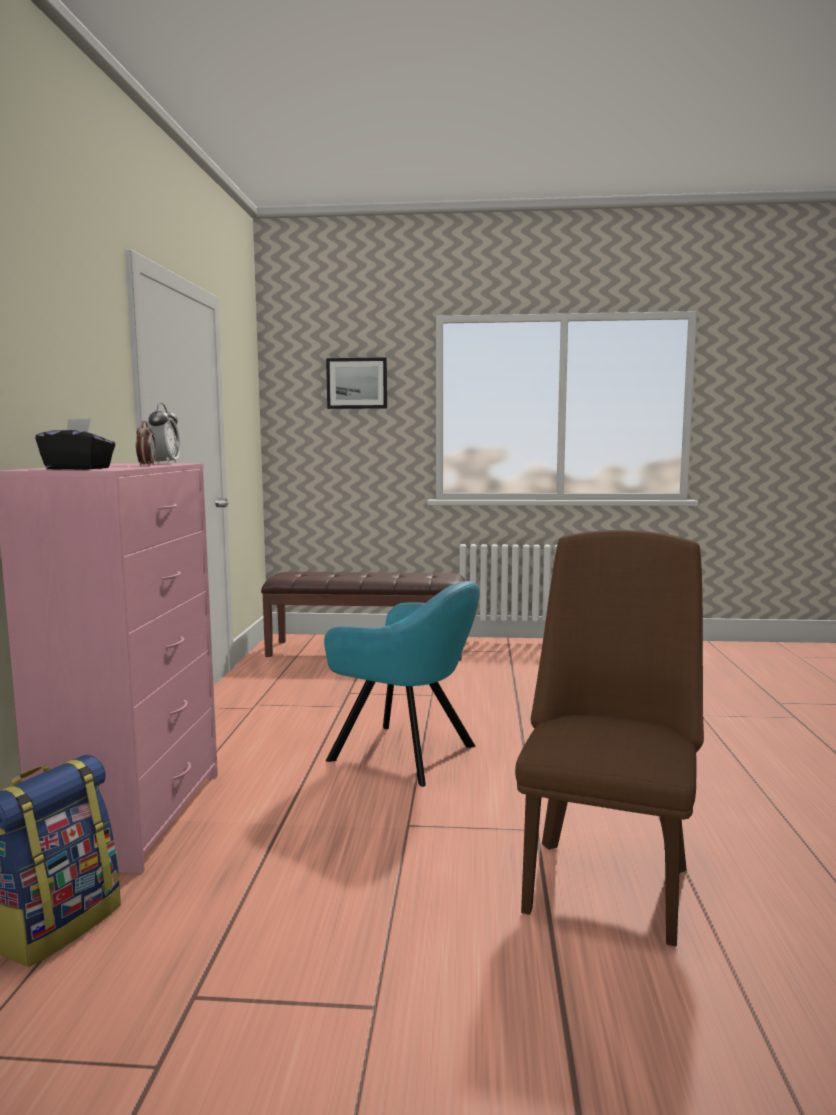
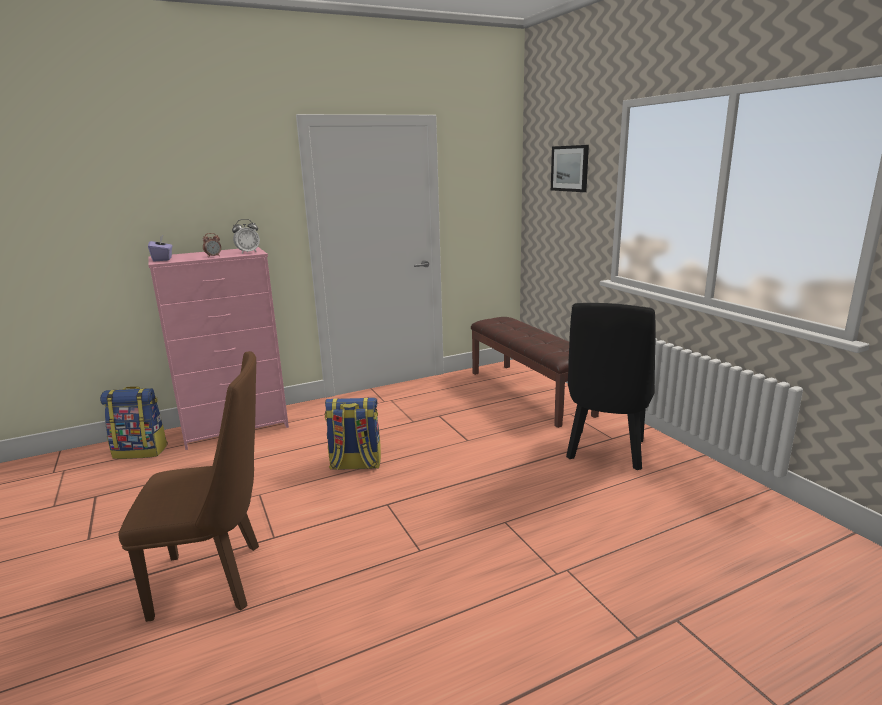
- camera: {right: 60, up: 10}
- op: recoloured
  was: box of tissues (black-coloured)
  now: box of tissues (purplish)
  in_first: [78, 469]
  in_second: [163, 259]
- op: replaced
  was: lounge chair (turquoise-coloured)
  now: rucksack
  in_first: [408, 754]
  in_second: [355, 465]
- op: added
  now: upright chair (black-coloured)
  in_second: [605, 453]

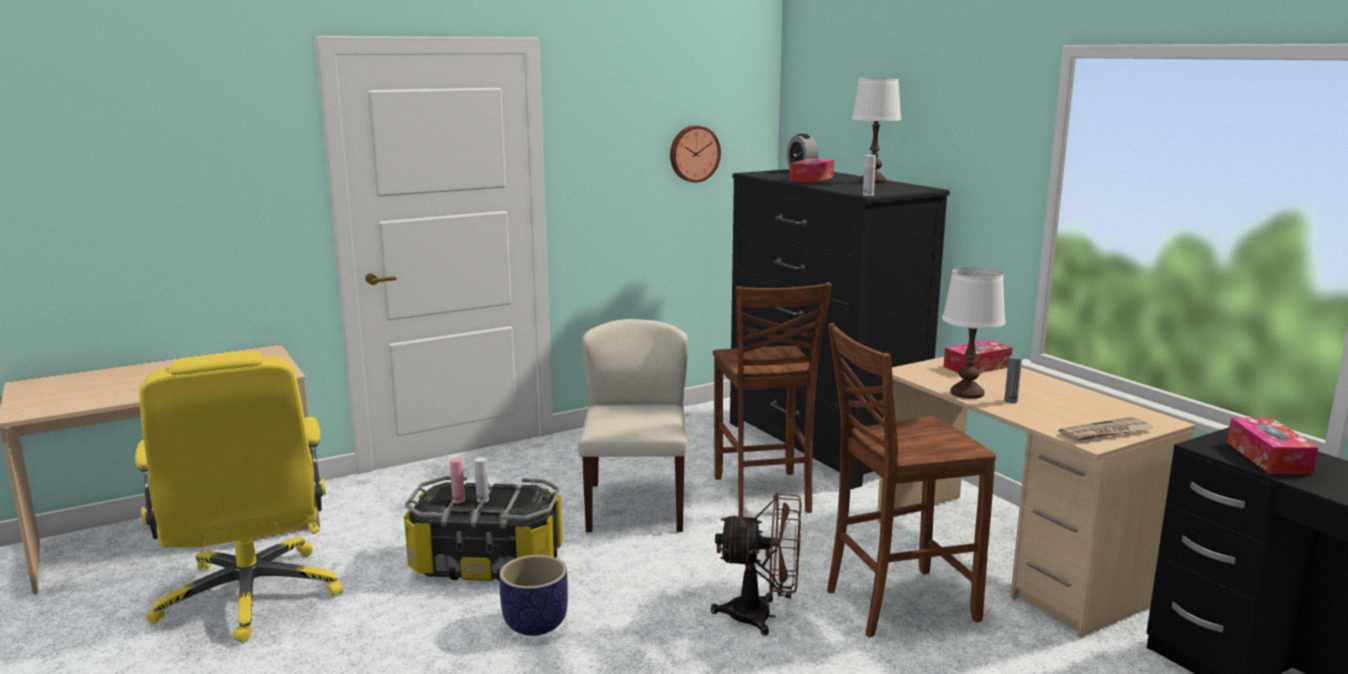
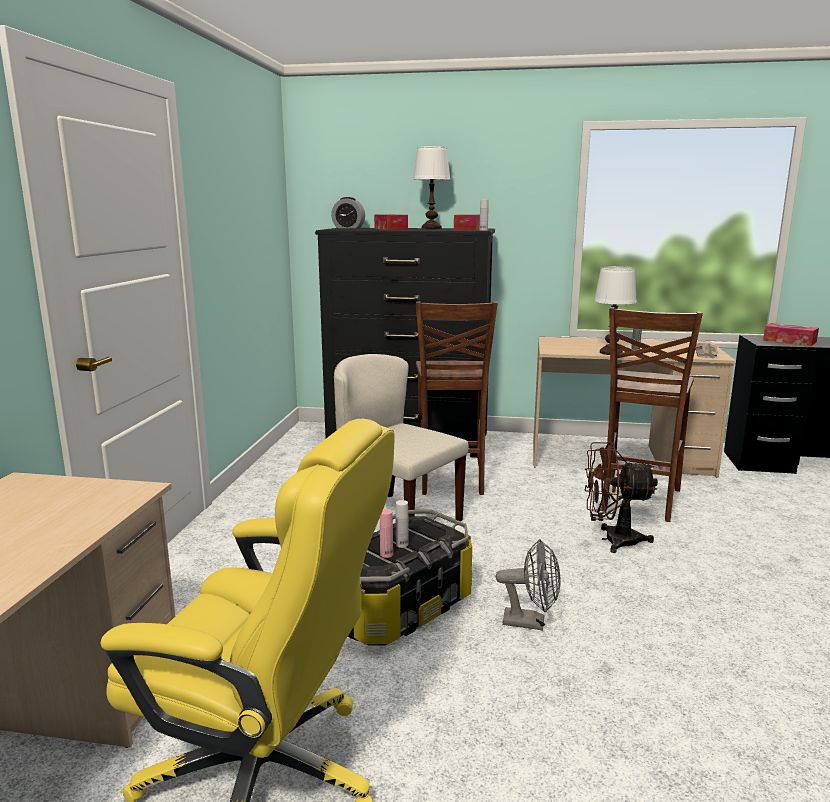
- camera: {right: -50, up: 0}
- op: replaced
  was: flower pot
  now: cooling fan (greyish)
  in_first: [535, 623]
  in_second: [531, 622]
- op: removed
  was: clock on the wall
  in_first: [693, 153]
- op: turned
  was: cooling fan (brownish)
  in_first: [762, 616]
  in_second: [612, 540]
  clockwise: -135
- op: turned
  was: upright chair (brownish)
  in_first: [763, 496]
  in_second: [451, 480]
  clockwise: 60
- op: moved
  was: box of tissues
  in_first: [977, 367]
  in_second: [467, 229]

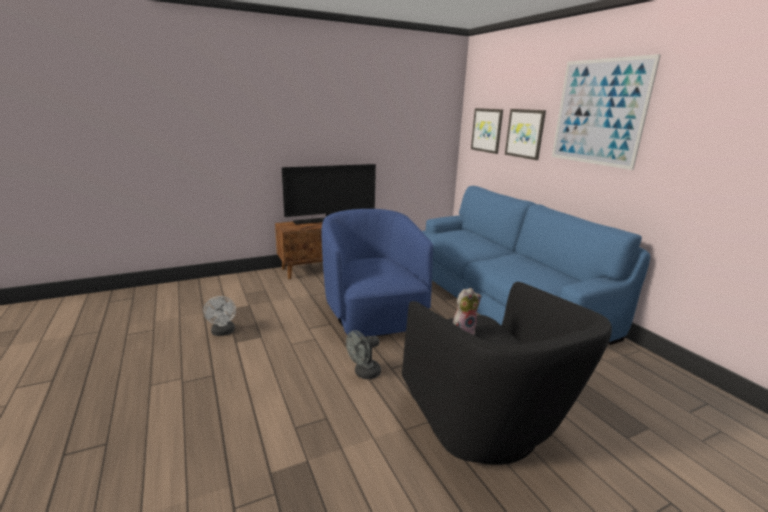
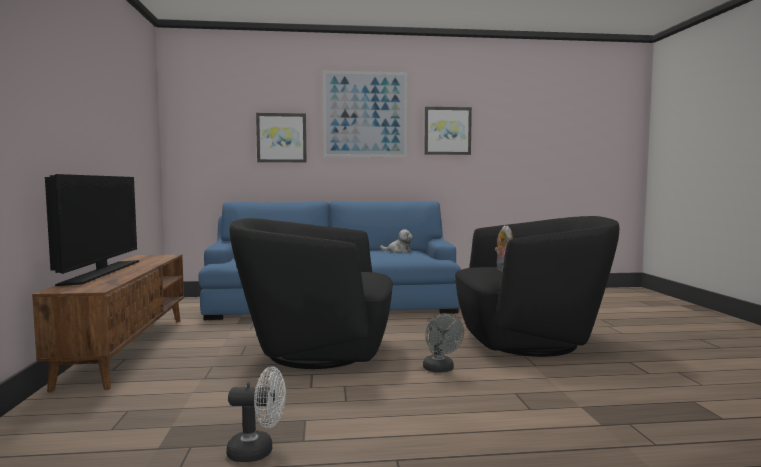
- camera: {right: -70, up: -15}
- op: recoloured
  was: lounge chair (blue-coloured)
  now: lounge chair (black-coloured)
  in_first: [373, 316]
  in_second: [316, 352]
- op: moved
  was: wall art
  in_first: [487, 130]
  in_second: [447, 131]
- op: added
  now: cuddly toy
  in_second: [398, 251]

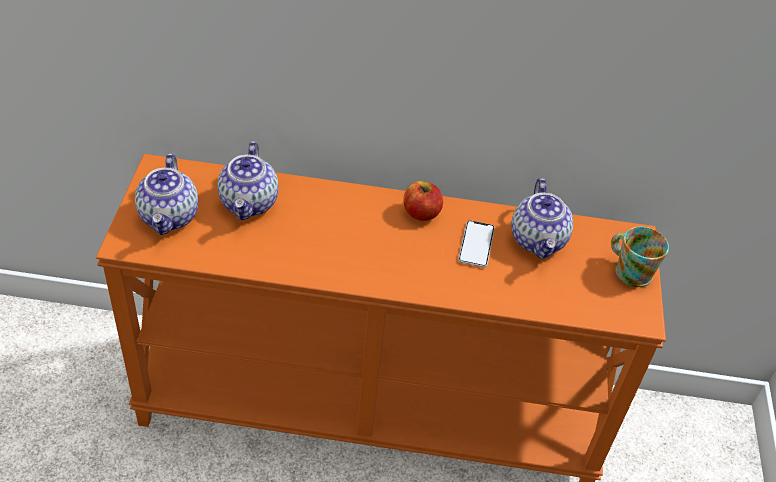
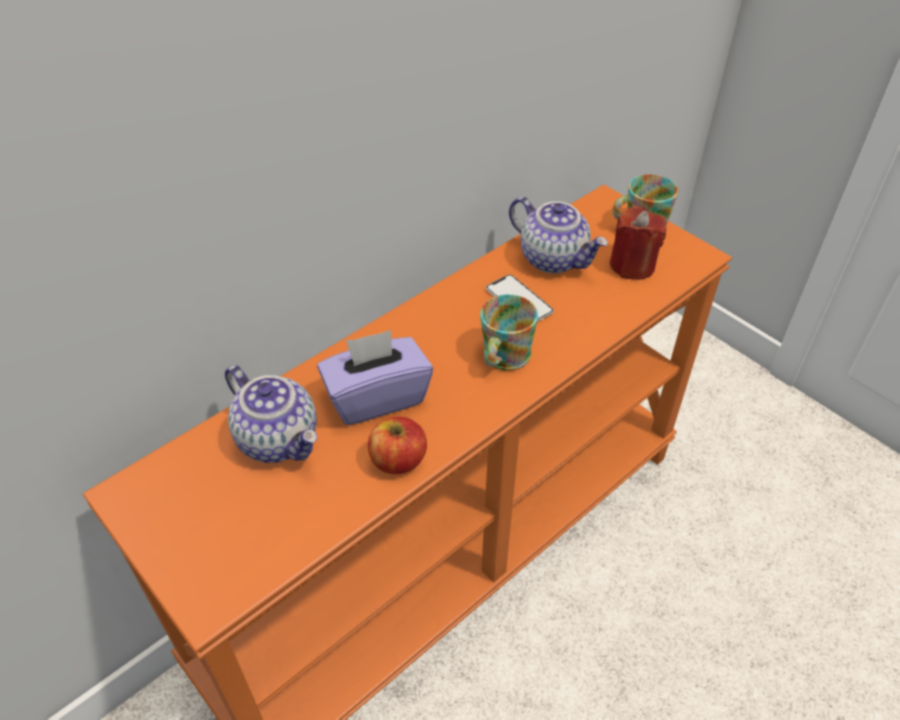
- camera: {right: -45, up: 0}
- op: removed
  was: teapot
  in_first: [170, 217]
- op: moved
  was: whole apple
  in_first: [421, 213]
  in_second: [398, 460]
- op: added
  now: box of tissues (purplish)
  in_second: [376, 397]
- op: added
  now: tea mug
  in_second: [502, 358]
- op: added
  now: wax candle (red)
  in_second: [632, 265]

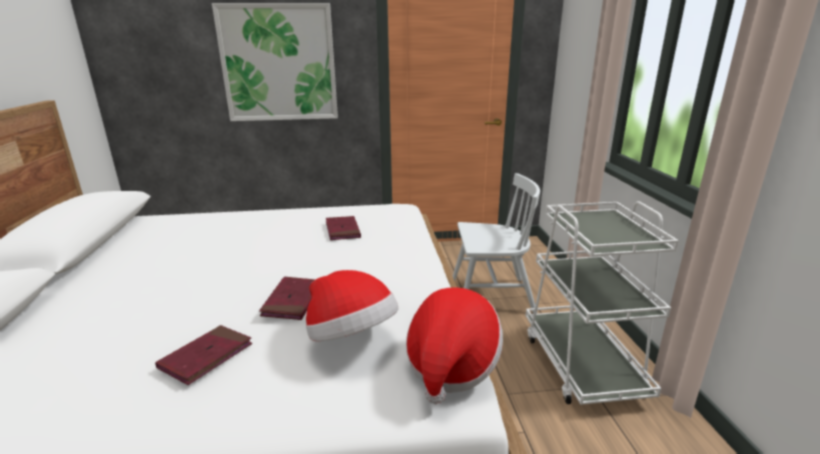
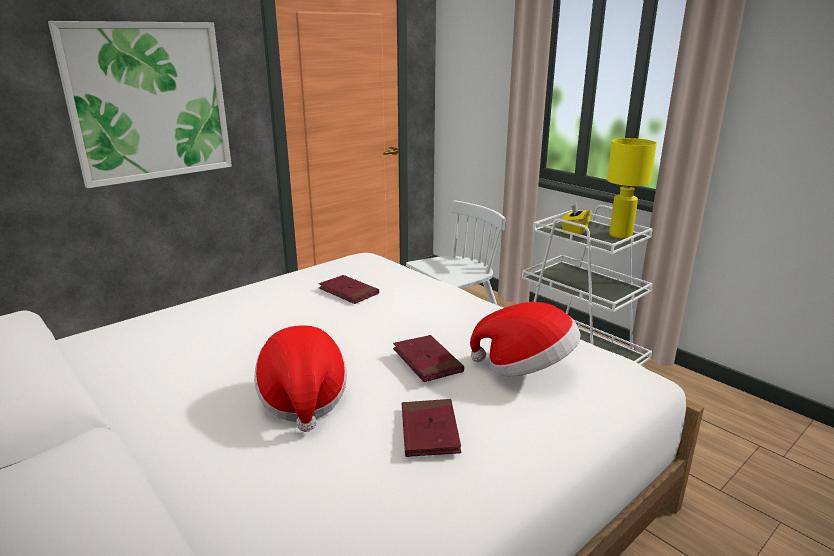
- camera: {right: -35, up: 0}
- op: moved
  was: hat
  in_first: [451, 364]
  in_second: [303, 399]
- op: added
  now: box of tissues (yellowish)
  in_second: [574, 231]
- op: added
  now: tabletop lamp (yellowish)
  in_second: [620, 235]

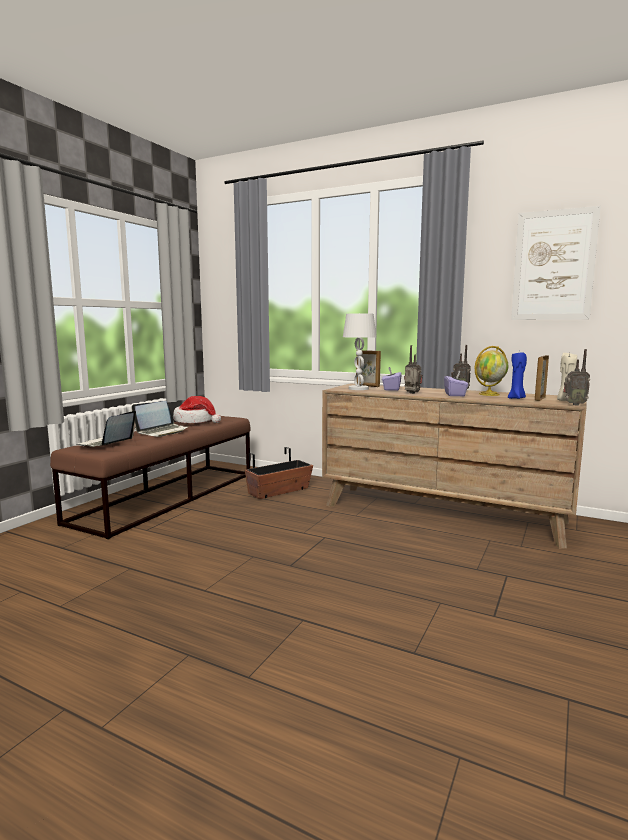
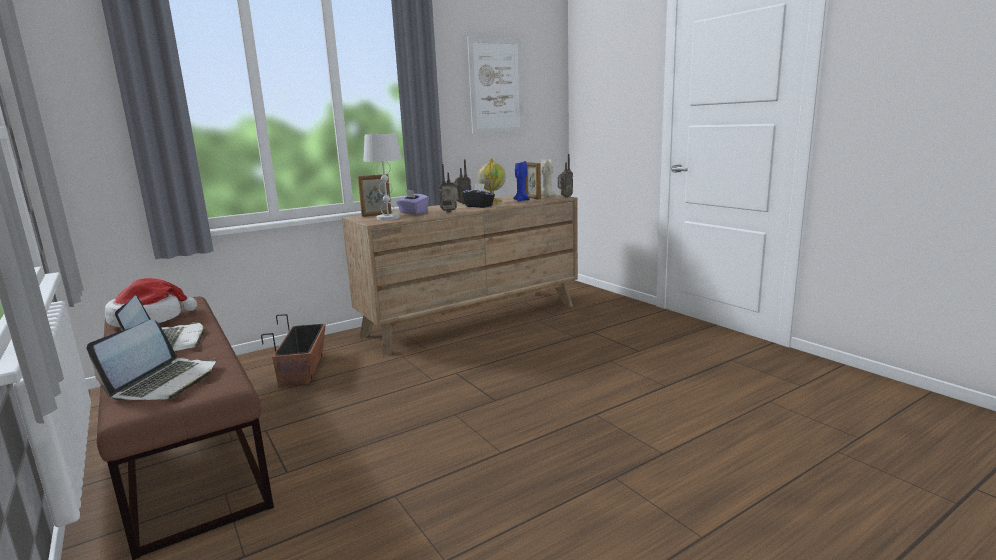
- camera: {right: -60, up: 5}
- op: turned
  was: laptop
  in_first: [106, 444]
  in_second: [165, 382]
  clockwise: -120
- op: recoloured
  was: box of tissues (purplish)
  now: box of tissues (black-coloured)
  in_first: [455, 395]
  in_second: [479, 206]

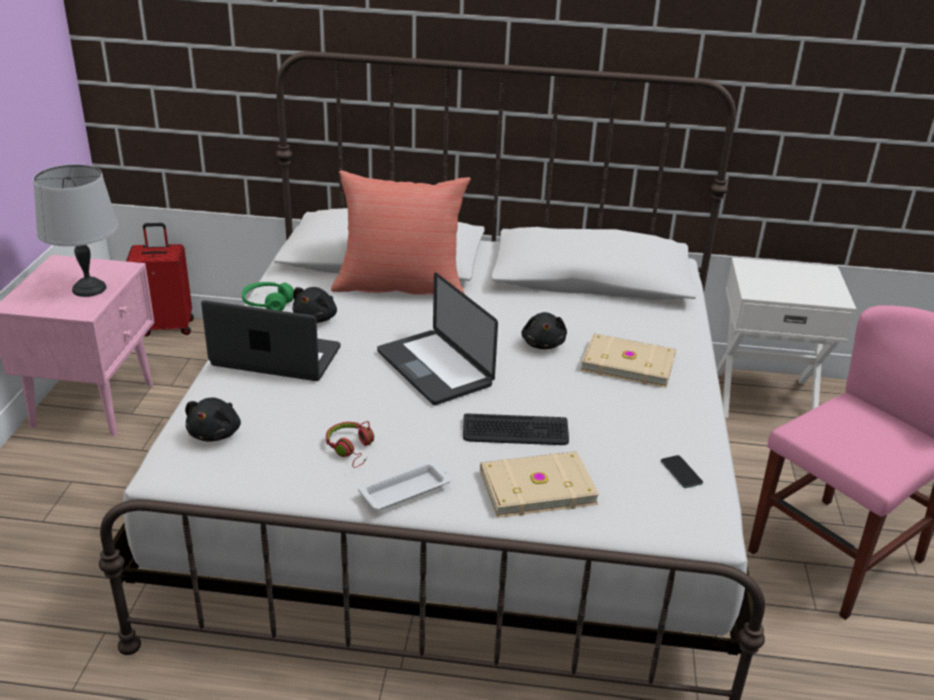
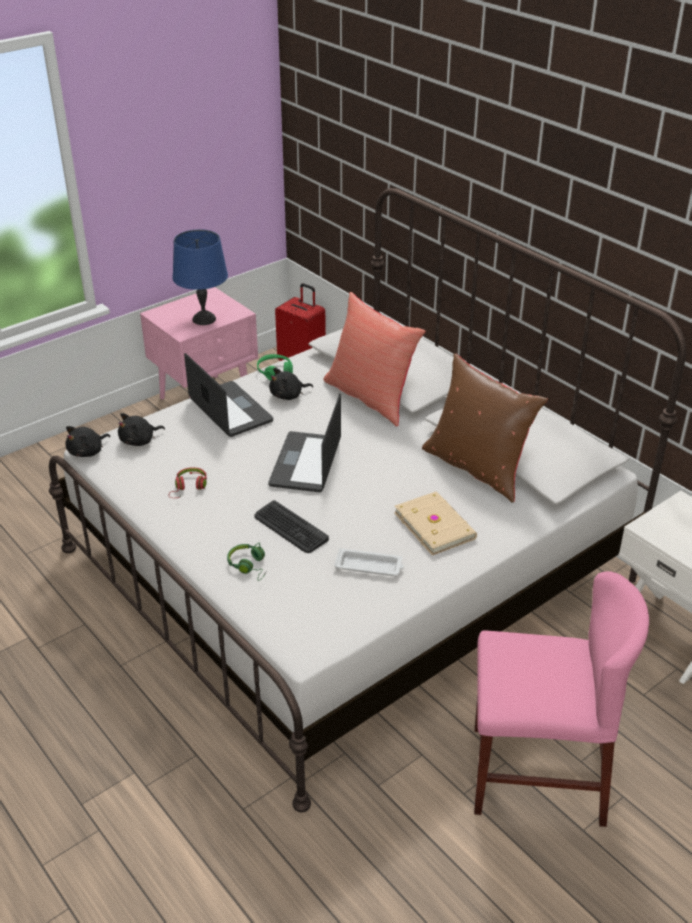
- camera: {right: 45, up: 5}
- op: recoloured
  was: tabletop lamp (greyish)
  now: tabletop lamp (blue-coloured)
  in_first: [88, 289]
  in_second: [203, 319]
- op: moved
  was: serving tray (whitish)
  in_first: [406, 490]
  in_second: [369, 566]
- op: replaced
  was: bound book (beige)
  now: headset (green-coloured)
  in_first: [536, 487]
  in_second: [249, 566]
- op: moved
  was: cuddly toy (black-coloured)
  in_first: [543, 344]
  in_second: [87, 452]
- op: removed
  was: handset
  in_first: [681, 472]
- op: added
  now: pillow (brownish)
  in_second: [477, 468]

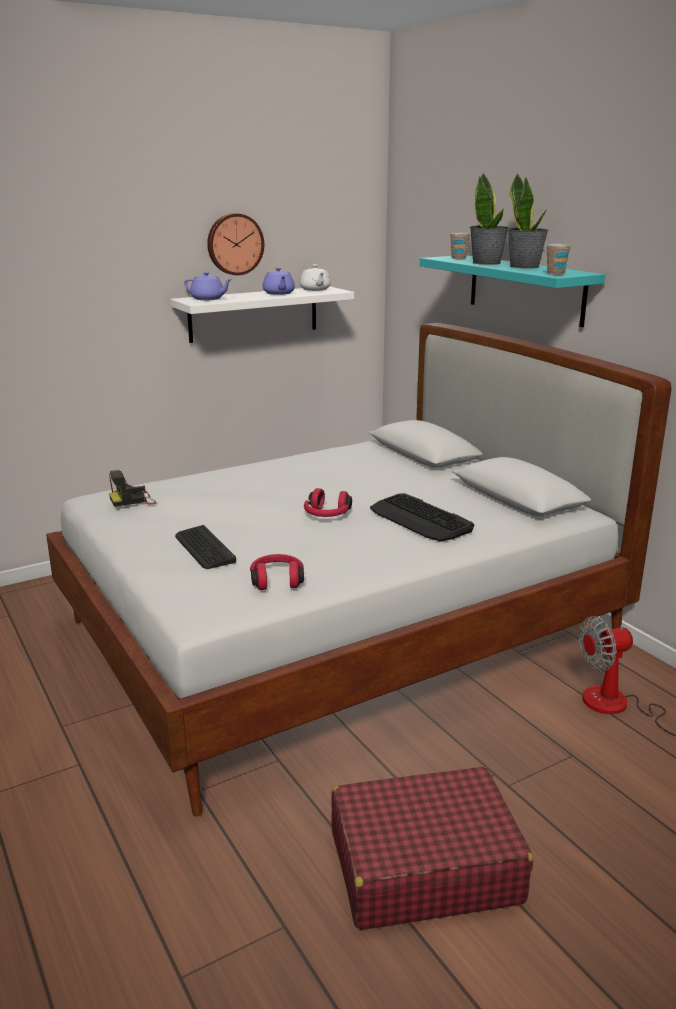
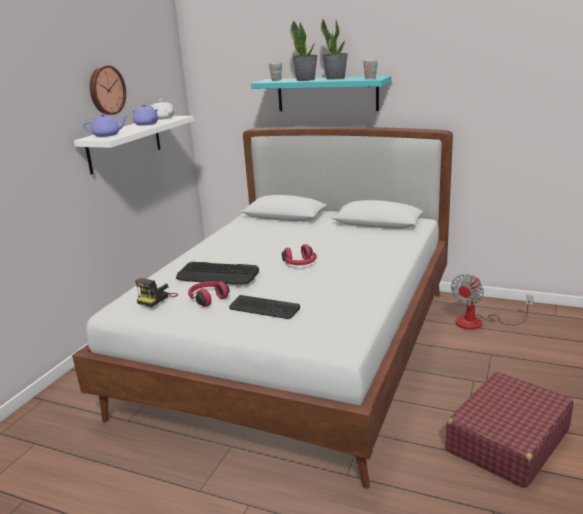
- camera: {right: -35, up: 0}
- op: moved
  was: headset (red)
  in_first: [277, 580]
  in_second: [207, 299]
- op: moved
  was: computer keyboard
  in_first: [420, 519]
  in_second: [217, 274]

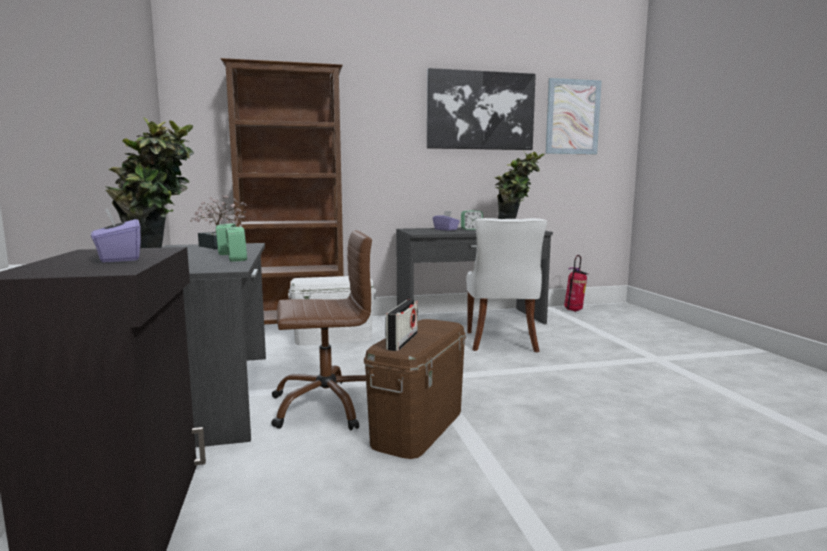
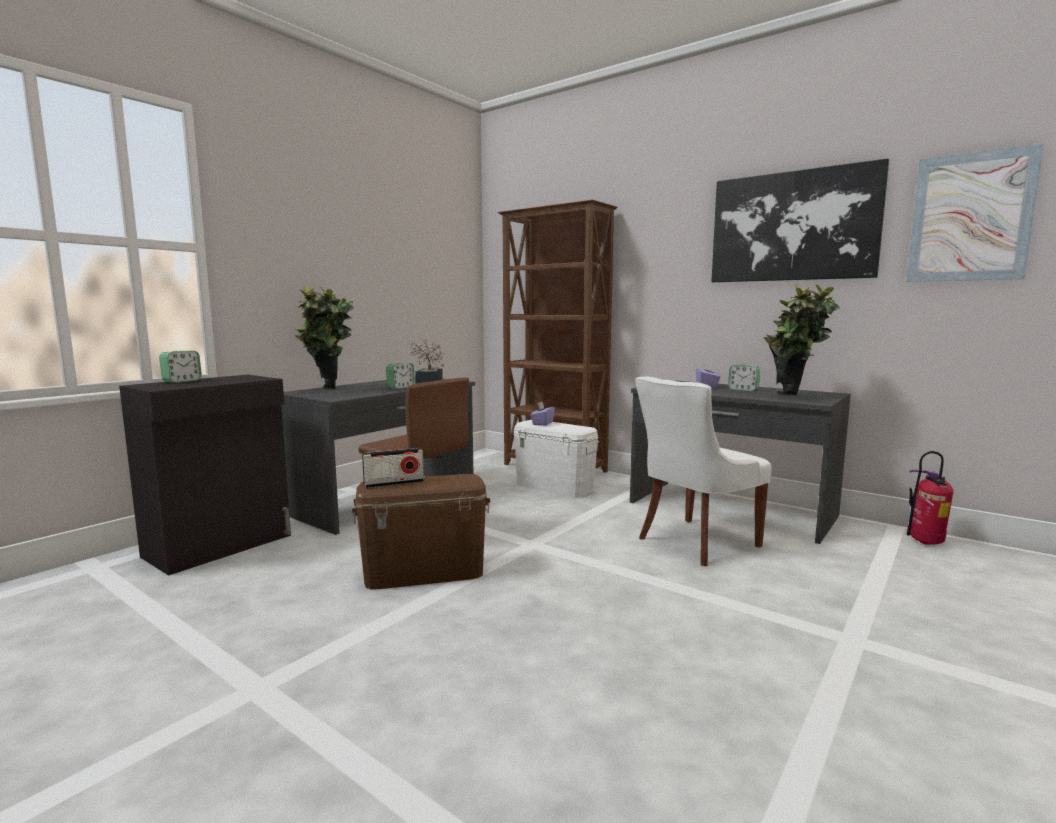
- camera: {right: 50, up: 0}
- op: moved
  was: box of tissues (purplish)
  in_first: [118, 259]
  in_second: [542, 423]
- op: moved
  was: bedside clock
  in_first: [237, 259]
  in_second: [182, 381]

